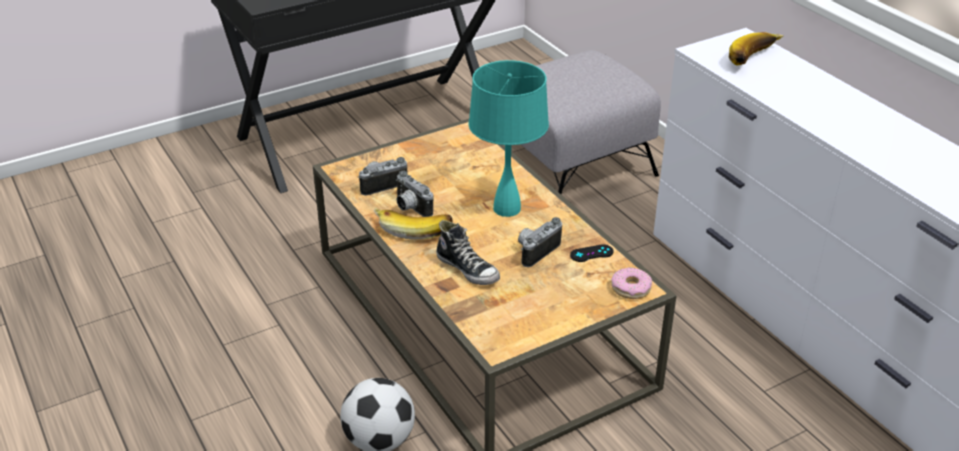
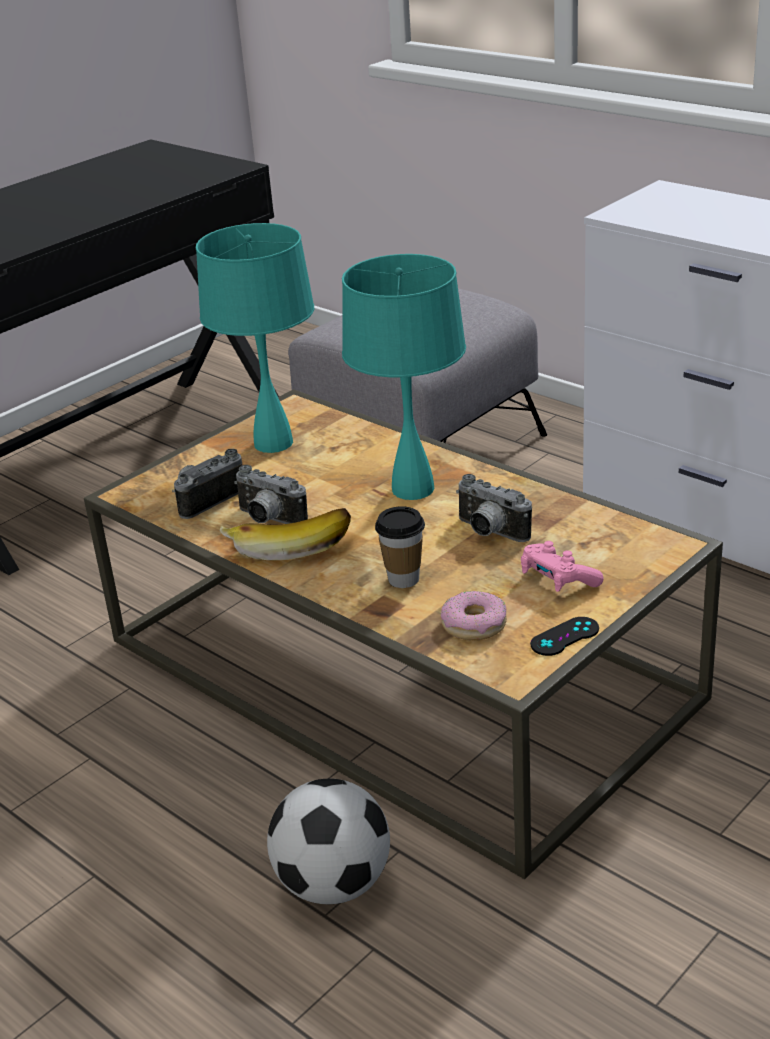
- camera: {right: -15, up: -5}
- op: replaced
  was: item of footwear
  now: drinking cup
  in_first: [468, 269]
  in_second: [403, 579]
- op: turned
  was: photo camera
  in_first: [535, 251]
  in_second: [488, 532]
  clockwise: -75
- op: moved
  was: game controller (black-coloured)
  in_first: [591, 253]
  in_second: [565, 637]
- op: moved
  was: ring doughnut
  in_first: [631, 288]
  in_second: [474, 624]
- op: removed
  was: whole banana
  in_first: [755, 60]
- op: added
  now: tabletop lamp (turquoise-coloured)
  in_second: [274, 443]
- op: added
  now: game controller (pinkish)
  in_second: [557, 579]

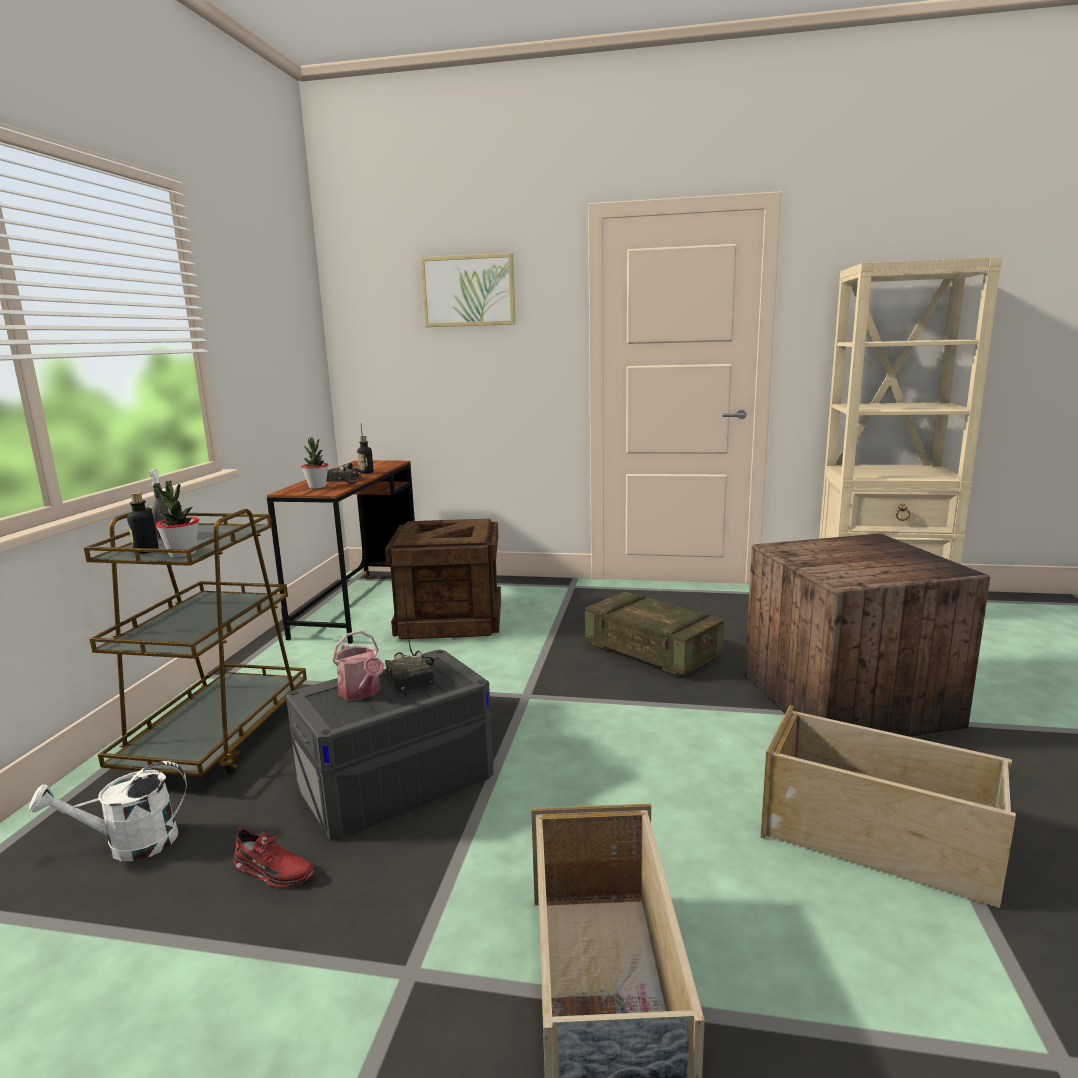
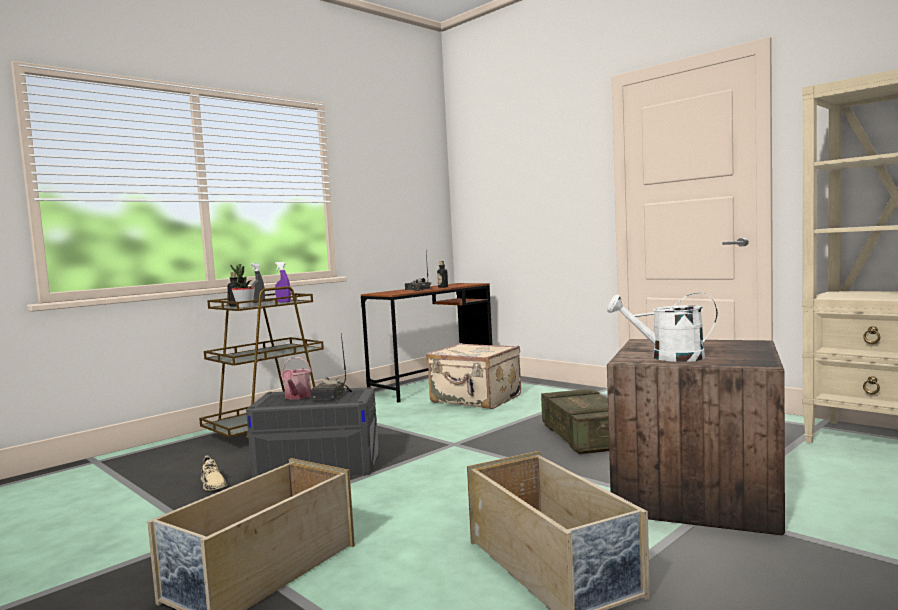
- camera: {right: 35, up: -10}
- op: moved
  was: sprinkling can (whitish)
  in_first: [129, 845]
  in_second: [668, 357]
- op: recoloured
  was: item of footwear (red)
  now: item of footwear (beige)
  in_first: [273, 871]
  in_second: [213, 484]
- op: removed
  was: houseplant
  in_first: [317, 487]
- op: replaced
  was: shipping crate
  now: piece of luggage (beige)
  in_first: [450, 620]
  in_second: [475, 400]
- op: removed
  was: wall art
  in_first: [468, 291]
- op: added
  now: spray bottle (purplish)
  in_second: [283, 302]

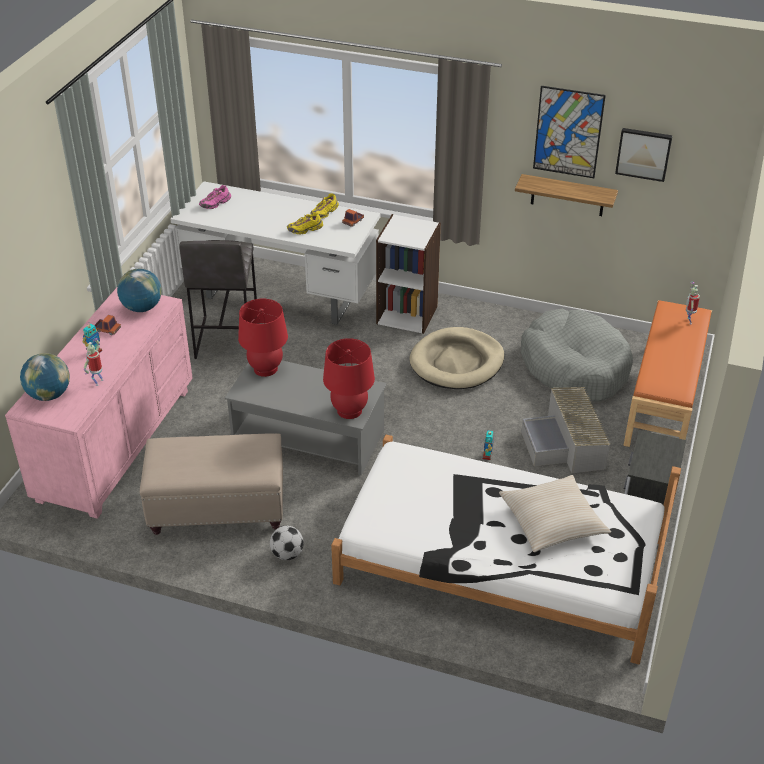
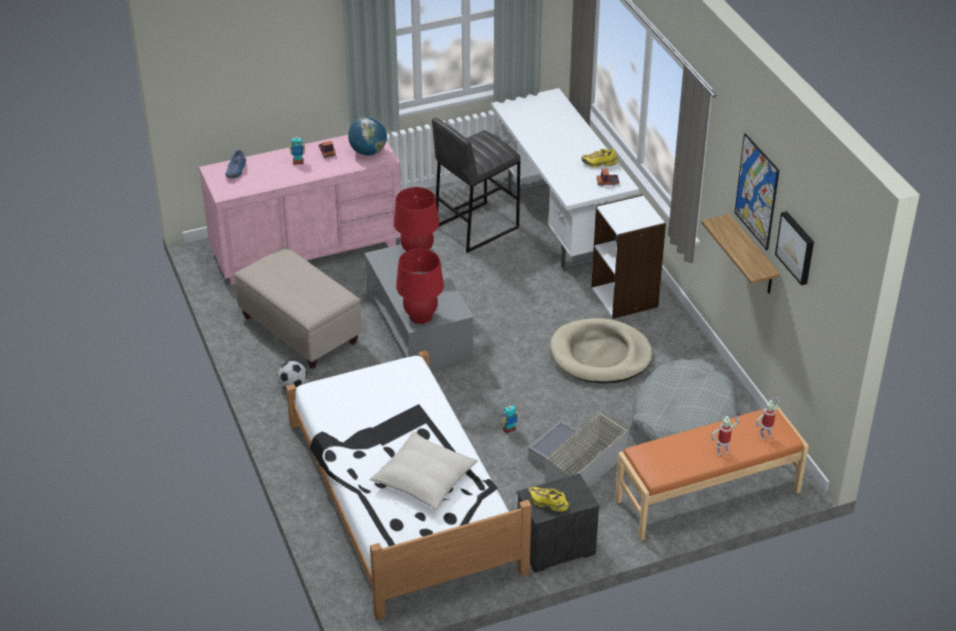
- camera: {right: 50, up: 0}
- op: replaced
  was: desk globe
  now: item of footwear (blue-coloured)
  in_first: [49, 395]
  in_second: [236, 171]
- op: moved
  was: model robot
  in_first: [98, 381]
  in_second: [722, 452]
- op: removed
  was: item of footwear (pinkish)
  in_first: [215, 203]
- op: moved
  was: item of footwear (yellowish)
  in_first: [305, 230]
  in_second: [547, 503]

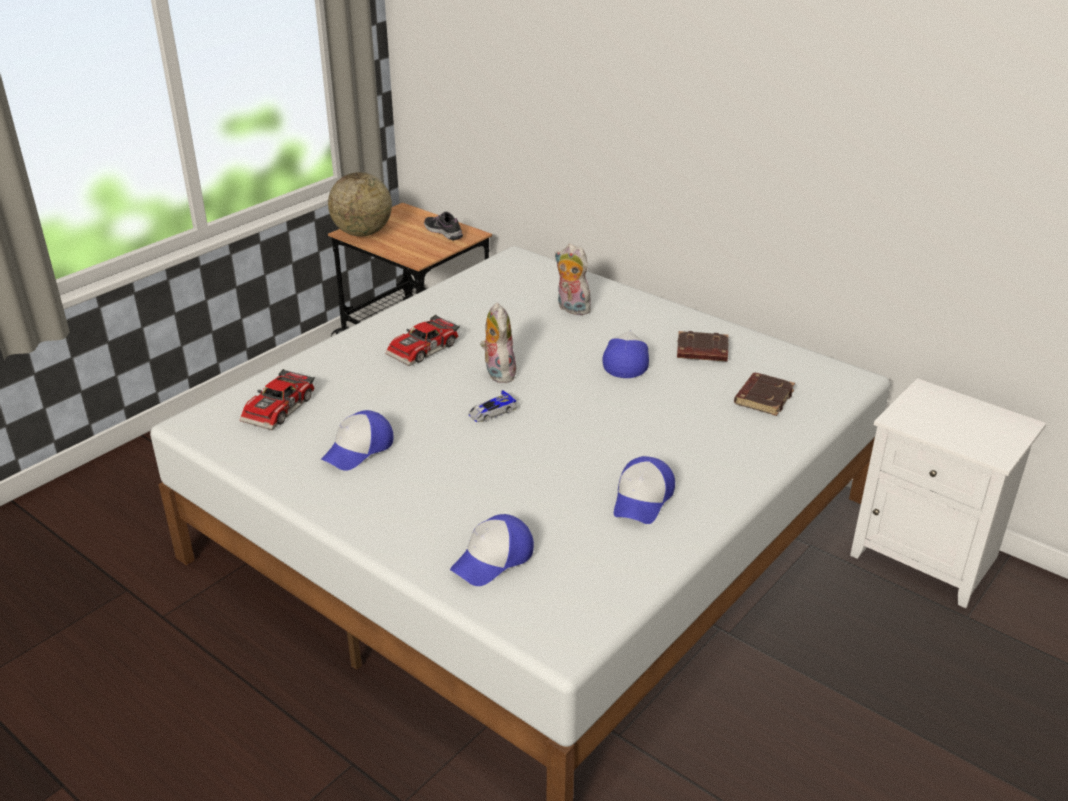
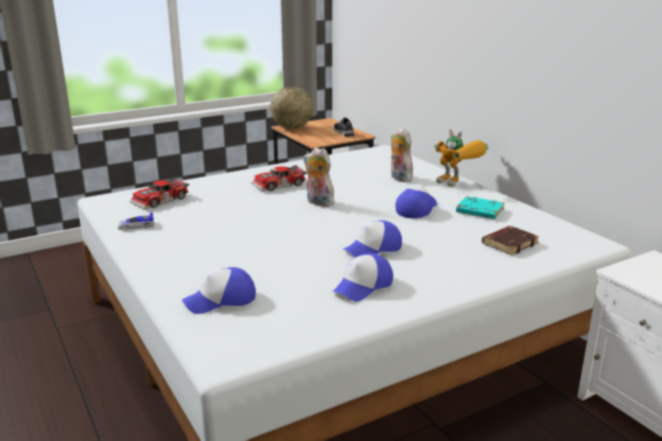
- camera: {right: 20, up: -10}
- op: moved
  was: baseball cap
  in_first: [358, 449]
  in_second: [373, 249]
- op: moved
  was: miniature car
  in_first: [491, 412]
  in_second: [136, 226]
- op: turned
  was: cuddly toy
  in_first: [497, 373]
  in_second: [318, 203]
  clockwise: -60
- op: recoloured
  was: bound book (brownish)
  now: bound book (turquoise-coloured)
  in_first: [701, 351]
  in_second: [479, 211]
- op: added
  now: model robot
  in_second: [458, 184]

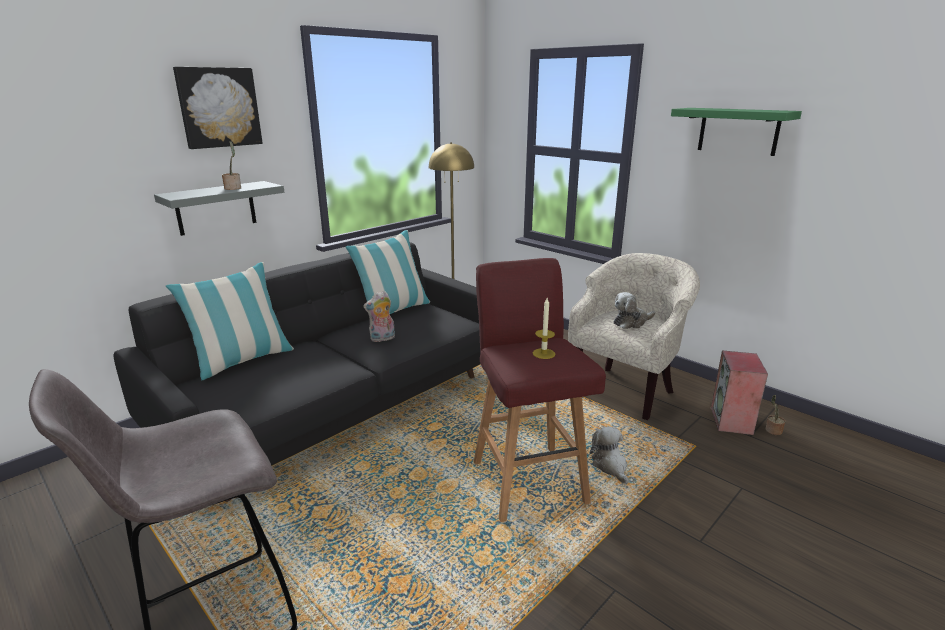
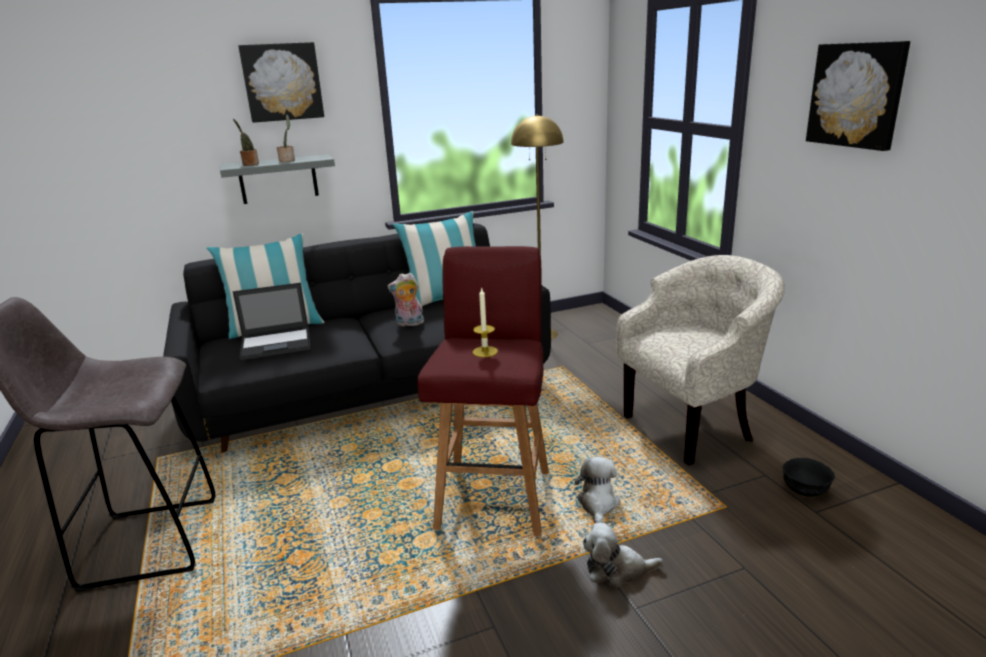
- camera: {right: 25, up: 0}
- op: moved
  was: cuddly toy
  in_first: [631, 322]
  in_second: [616, 570]
- op: replaced
  was: wall shelf (green-coloured)
  now: wall art
  in_first: [738, 131]
  in_second: [857, 95]
- op: replaced
  was: loudspeaker
  now: deep dish (black-coloured)
  in_first: [732, 421]
  in_second: [805, 490]
- op: moved
  was: houseplant
  in_first: [772, 430]
  in_second: [249, 164]
- op: added
  now: laptop
  in_second: [277, 344]

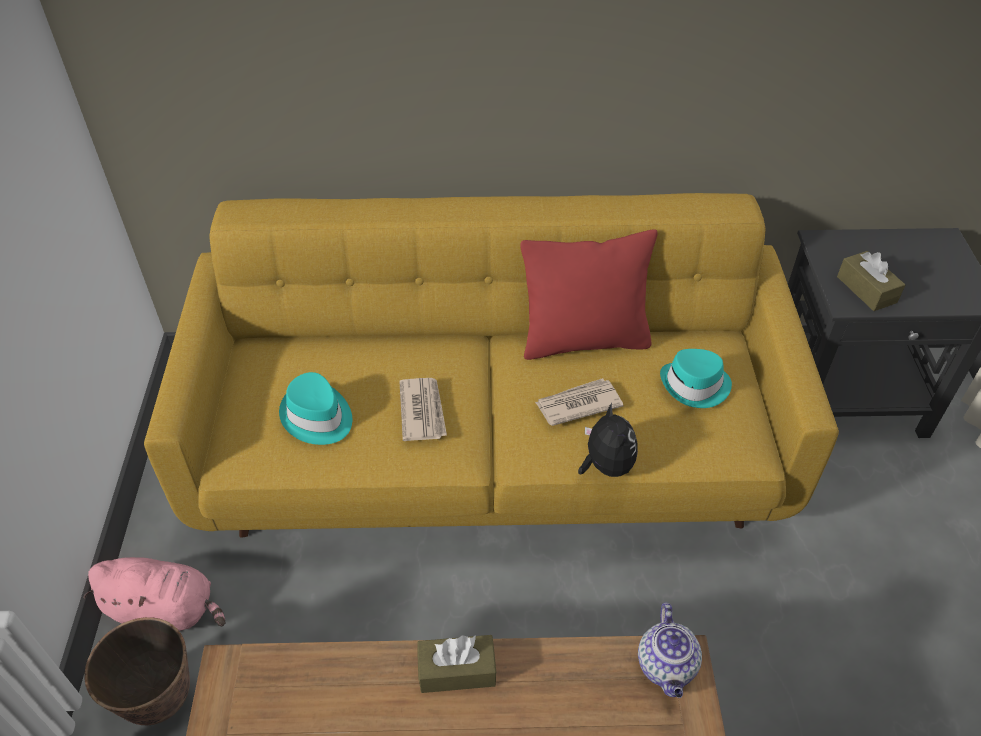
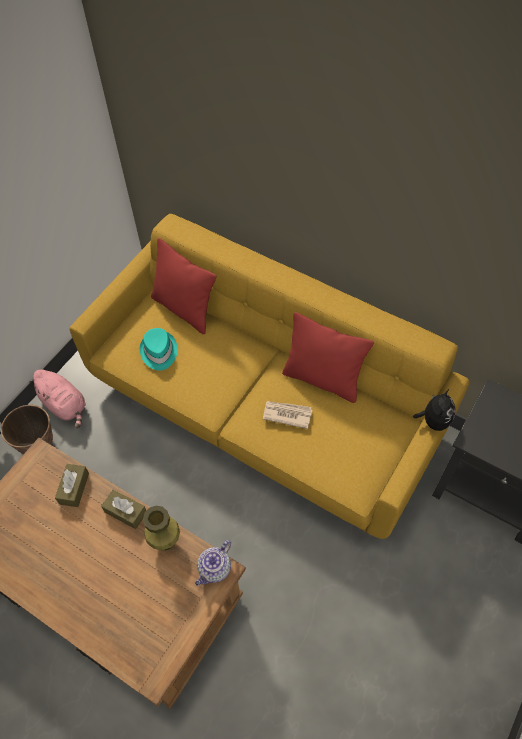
- camera: {right: 35, up: 10}
- op: removed
  was: newspaper
  in_first: [422, 411]
- op: moved
  was: cuddly toy
  in_first: [605, 466]
  in_second: [433, 420]
- op: removed
  was: hat (turquoise-coloured)
  in_first: [695, 386]
- op: moved
  was: box of tissues (brownish)
  in_first: [866, 289]
  in_second: [74, 488]
- op: added
  now: decorative vase (green-coloured)
  in_second: [165, 540]
- op: added
  now: pillow (red)
  in_second: [185, 309]

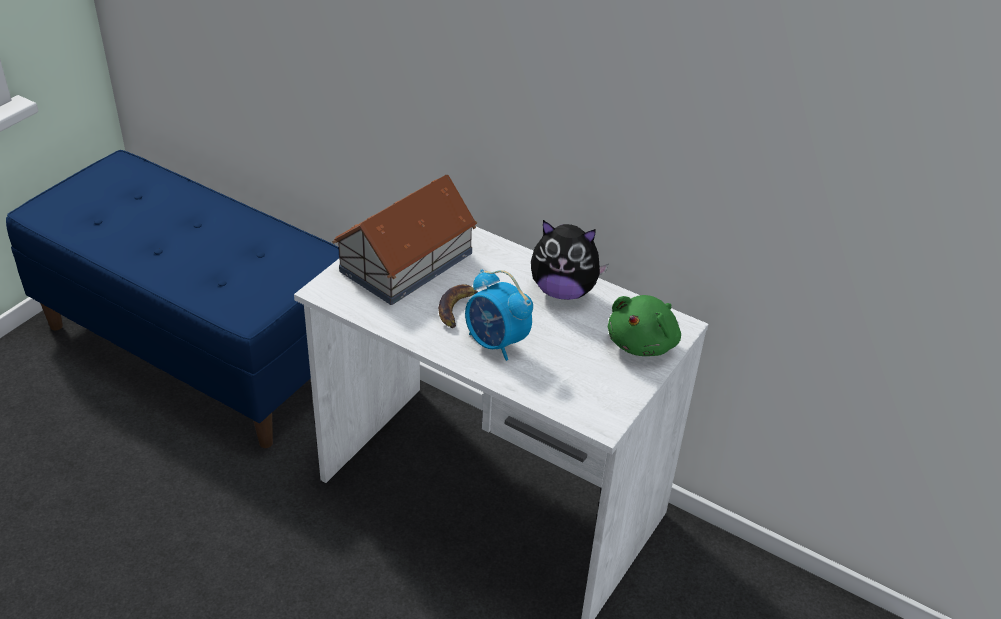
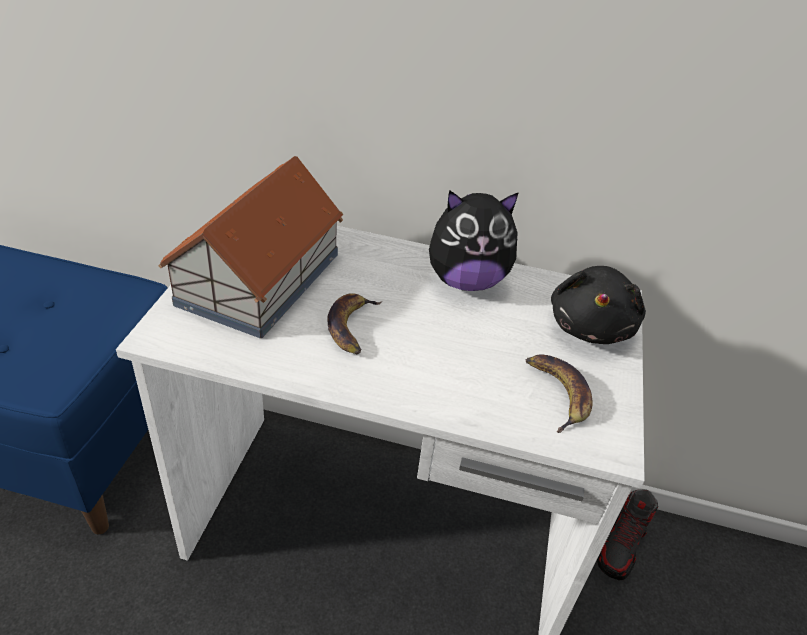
- camera: {right: -20, up: 0}
- op: removed
  was: bedside clock
  in_first: [496, 343]
- op: recoloured
  was: cuddly toy (green-coloured)
  now: cuddly toy (black-coloured)
  in_first: [643, 343]
  in_second: [591, 326]
- op: added
  now: whole banana
  in_second: [557, 393]
- op: added
  now: item of footwear
  in_second: [621, 545]

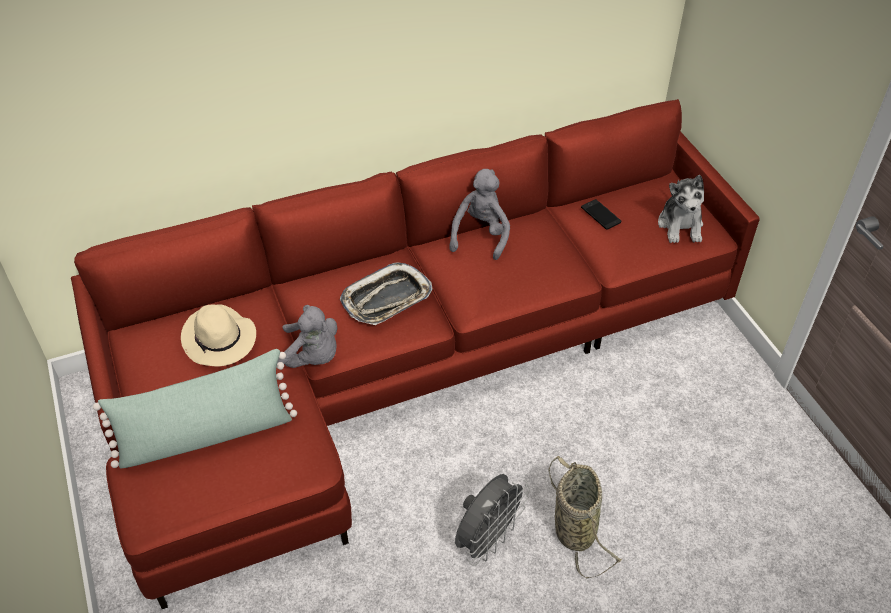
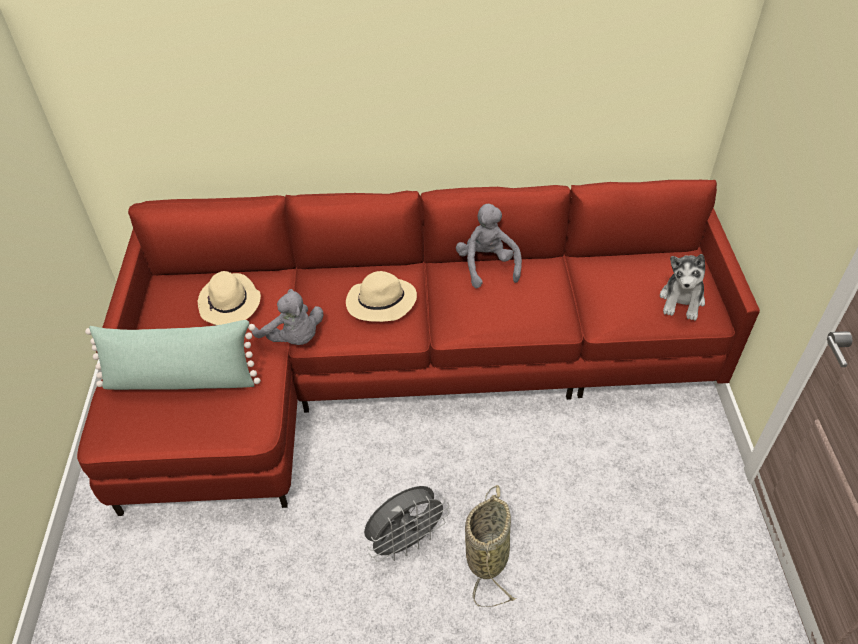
- camera: {right: 20, up: 0}
- op: replaced
  was: serving tray
  now: hat (beige)
  in_first: [386, 299]
  in_second: [380, 303]
- op: turned
  was: cuddly toy (greyish)
  in_first: [479, 234]
  in_second: [487, 265]
  clockwise: -45
- op: removed
  was: handset
  in_first: [601, 215]

